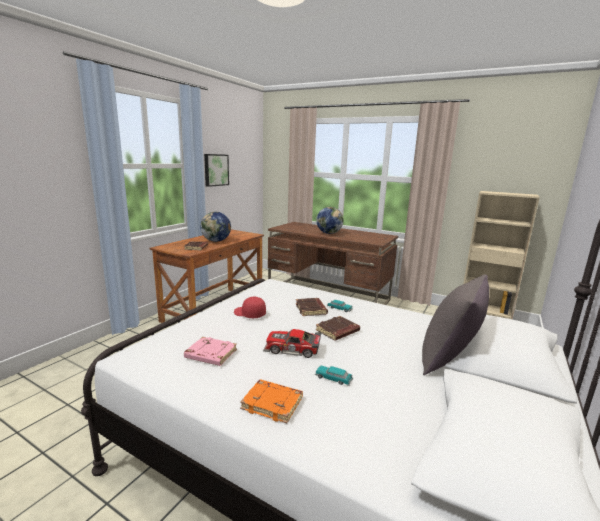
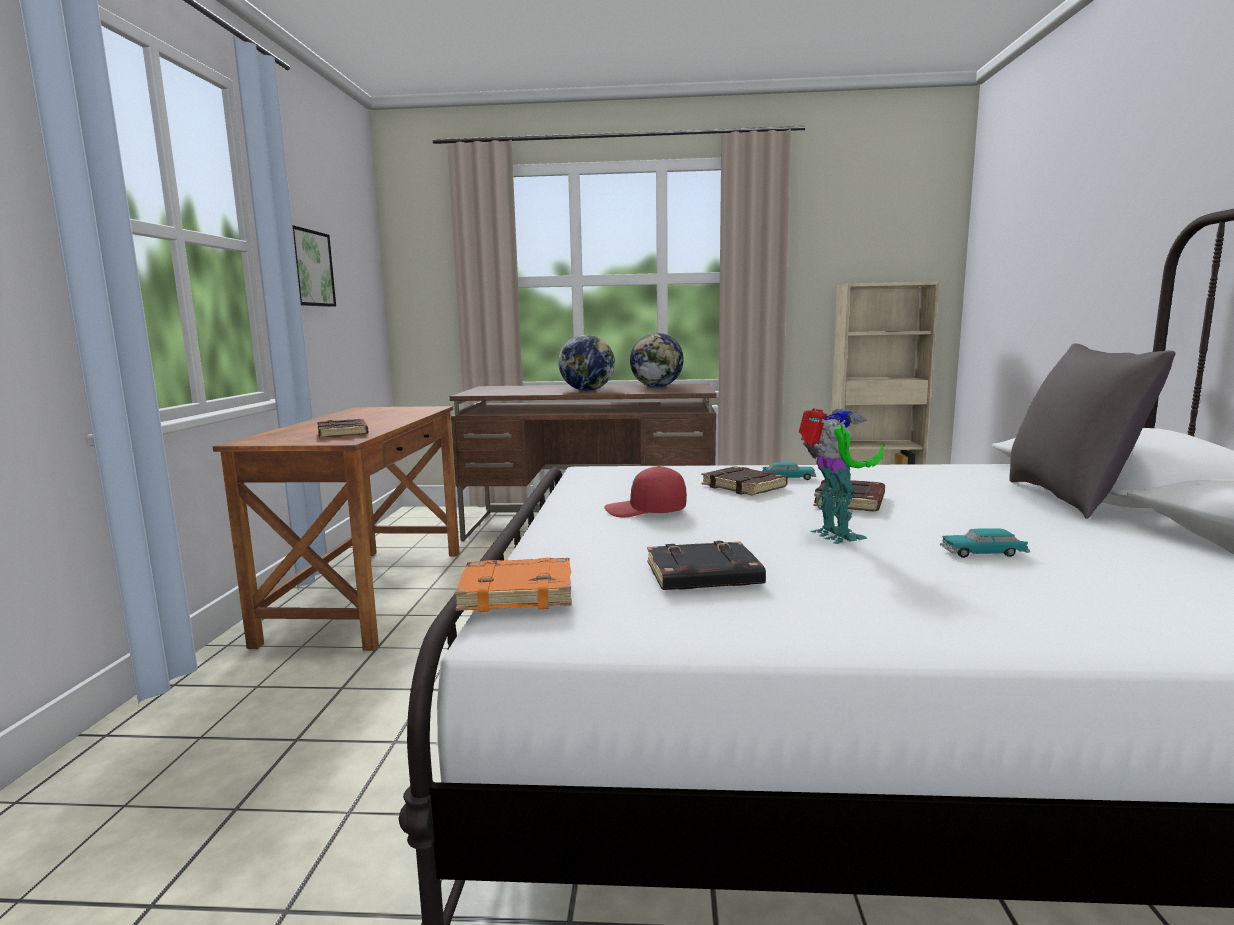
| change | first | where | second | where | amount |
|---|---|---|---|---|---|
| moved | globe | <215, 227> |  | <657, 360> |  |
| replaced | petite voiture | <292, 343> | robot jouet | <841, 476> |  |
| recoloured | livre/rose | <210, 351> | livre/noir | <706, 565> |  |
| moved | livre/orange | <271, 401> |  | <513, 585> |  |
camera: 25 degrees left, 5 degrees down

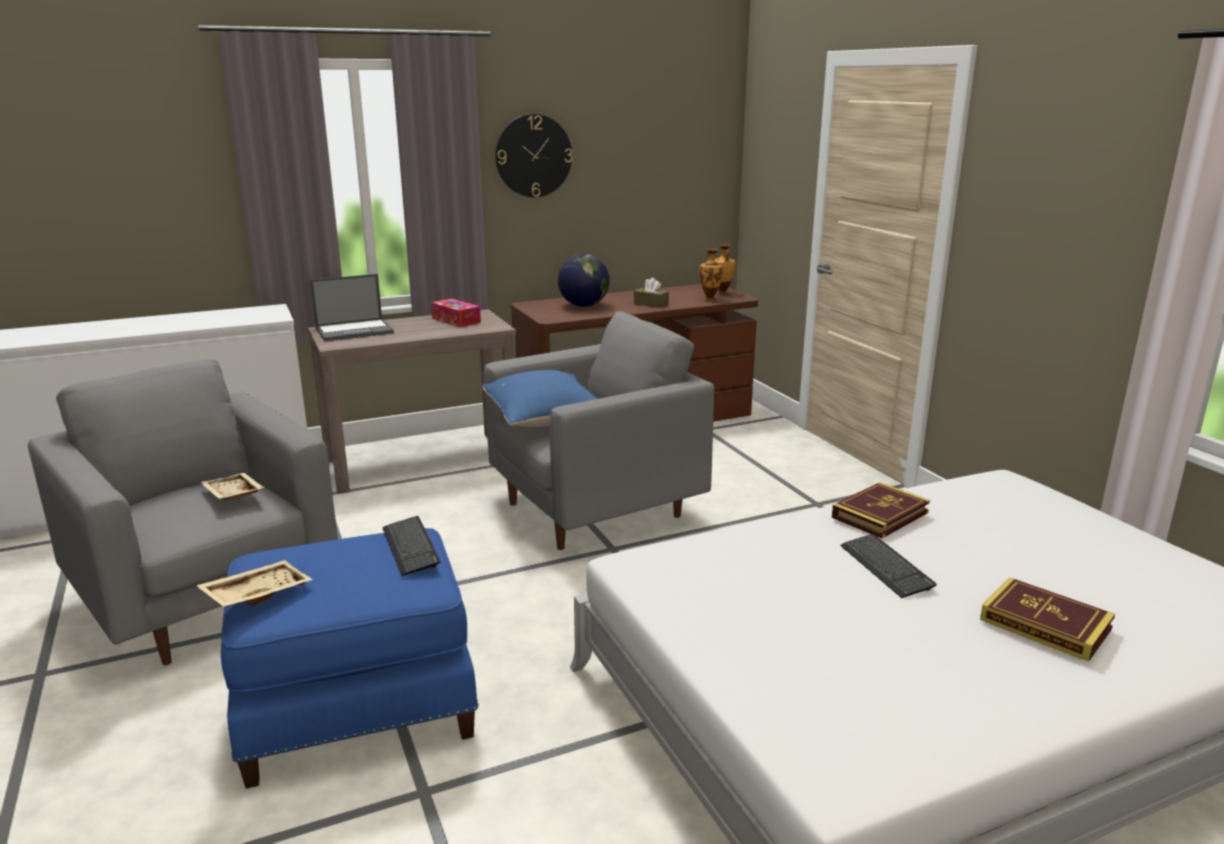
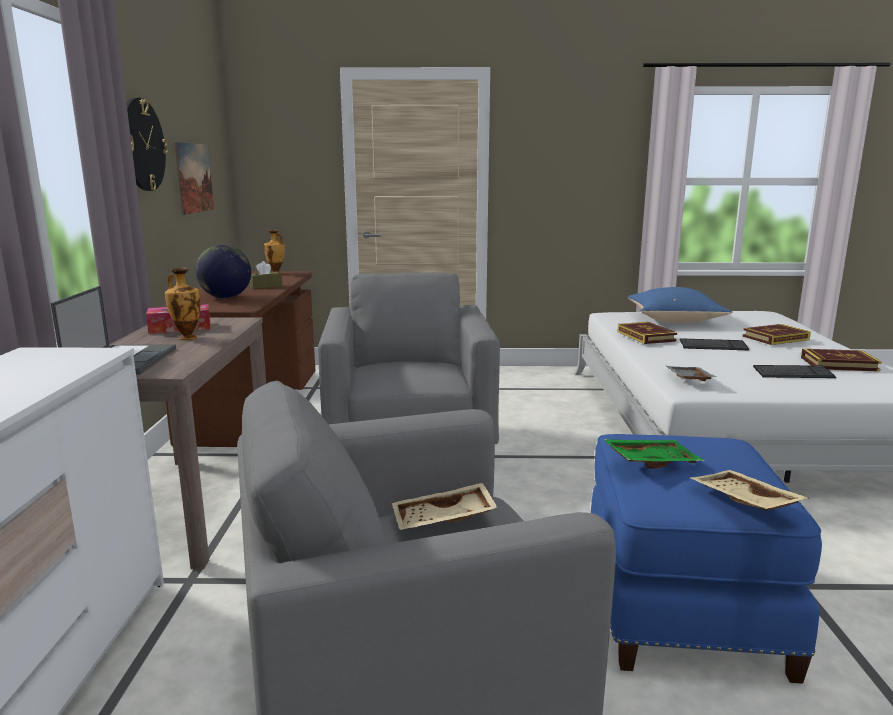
| change | first | where | second | where | amount |
|---|---|---|---|---|---|
| moved | vase | <711, 275> |  | <183, 303> |  |
| moved | coussin/bleu | <540, 398> |  | <680, 305> |  |
| moved | clavier | <411, 546> |  | <794, 371> |  |
| added |  |  | tableau | <194, 178> |  |
| added |  |  | livre | <841, 360> |  |
| added |  |  | plateau/gris | <691, 373> |  |
| added |  |  | plateau/vert | <653, 454> |  |
camera: 65 degrees left, 5 degrees down

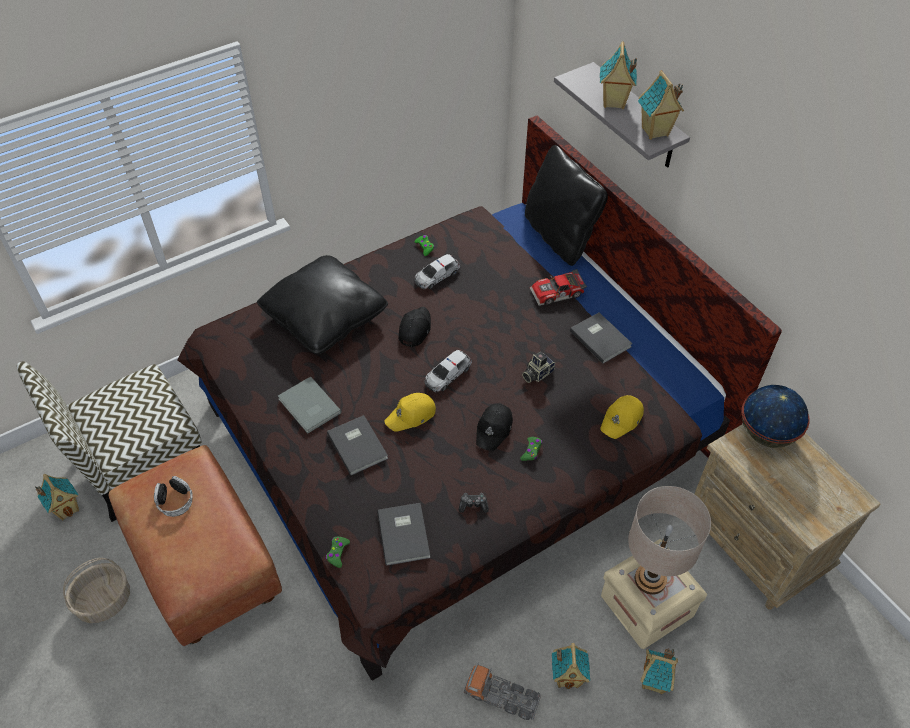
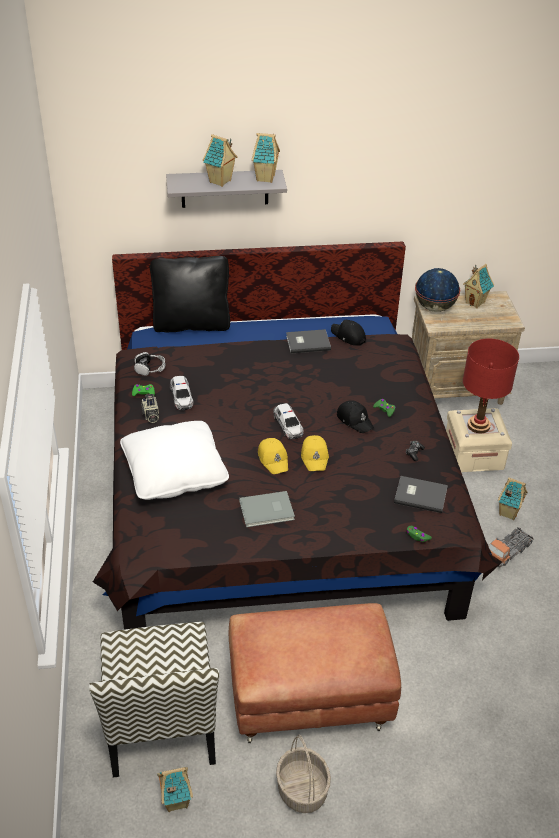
| change | first | where | second | where | amount |
|---|---|---|---|---|---|
| recoloured | coussin/noir | <322, 304> | coussin/blanc | <174, 460> |  |
| removed | petite voiture | <558, 287> |  |  |  |
| moved | casquette/noir | <414, 327> |  | <348, 333> |  |
| moved | appareil photo | <538, 367> |  | <150, 408> |  |
| moved | casquette/jaune | <622, 417> |  | <273, 456> |  |
| removed | livre/gris | <357, 445> |  |  |  |
| moved | casque audio | <173, 496> |  | <150, 364> |  |
| recoloured | lampe de table/beige | <669, 540> | lampe de table/rouge | <491, 386> |  |
| moved | maison miniature | <659, 671> |  | <478, 286> |  |
camera: 65 degrees left, 10 degrees down

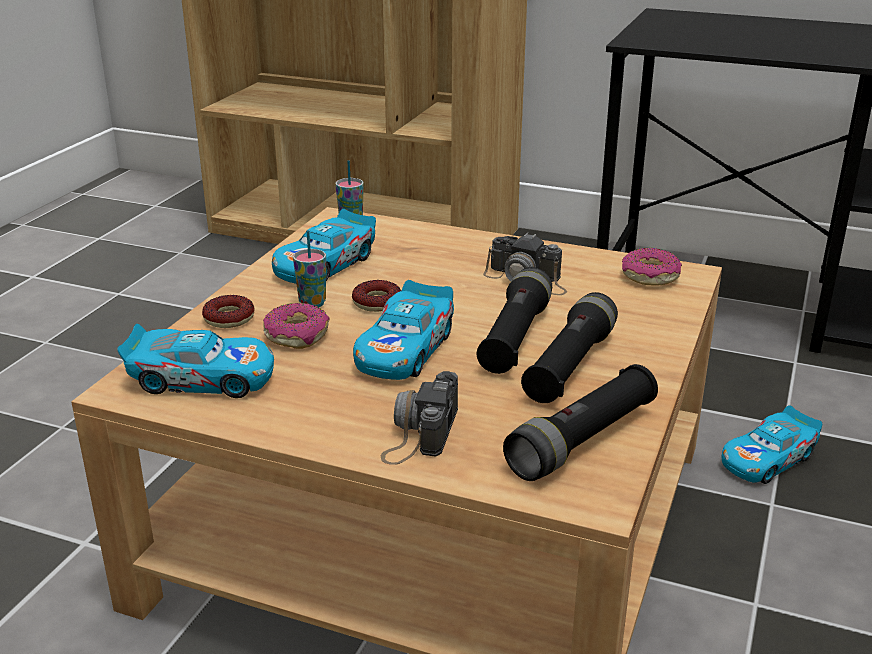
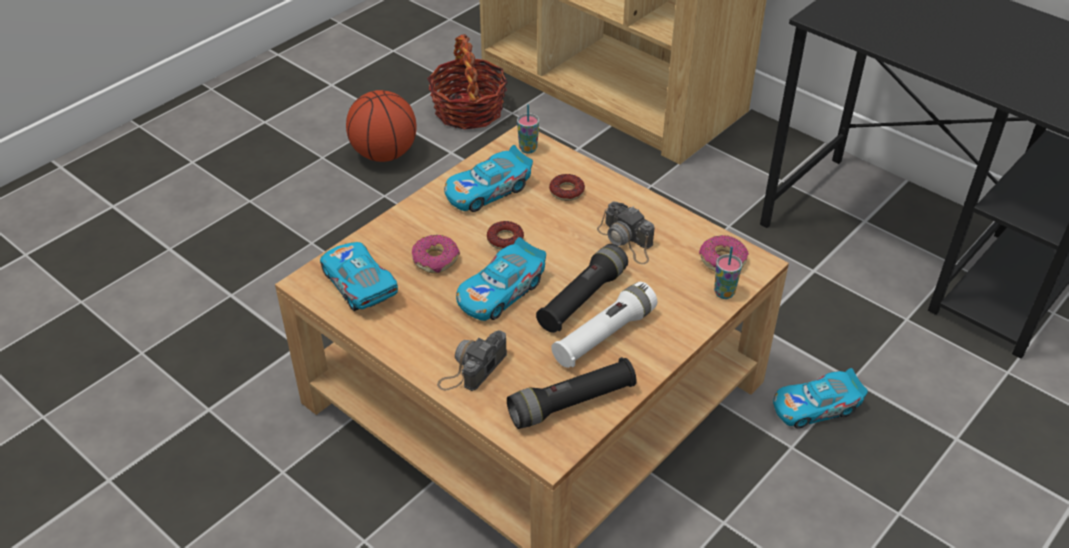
| change | first | where | second | where | amount |
|---|---|---|---|---|---|
| moved | tasse | <309, 268> |  | <728, 273> |  |
| recoloured | lampe de poche/noir | <569, 347> | lampe de poche/blanc | <604, 325> |  |
| moved | beignet | <228, 311> |  | <567, 187> |  |
| turned | petite voiture | <195, 361> |  | <359, 276> | 150 degrees counterclockwise |
| added |  |  | panier | <467, 82> |  |
| added |  |  | ballon de basket | <381, 126> |  |
camera: 20 degrees right, 15 degrees up

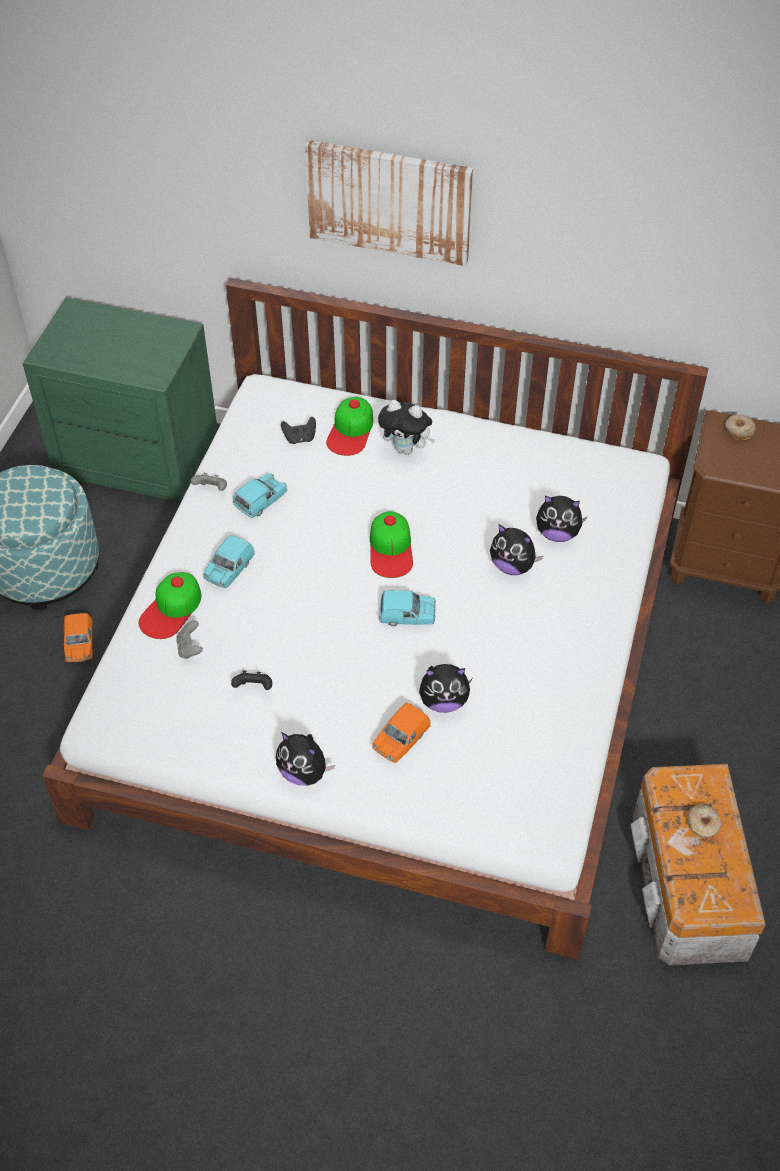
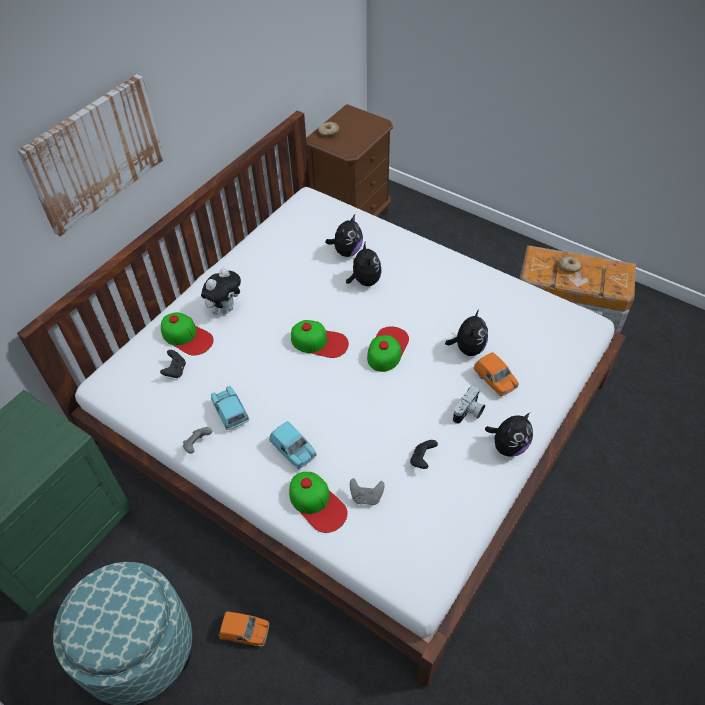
| change | first | where | second | where | amount |
|---|---|---|---|---|---|
| turned | peluche | <516, 549> |  | <364, 263> | 60 degrees counterclockwise |
| replaced | petite voiture/turquoise | <407, 608> | casquette | <388, 349> |  |
| added |  |  | appareil photo | <469, 405> |  |
camera: 70 degrees left, 0 degrees up

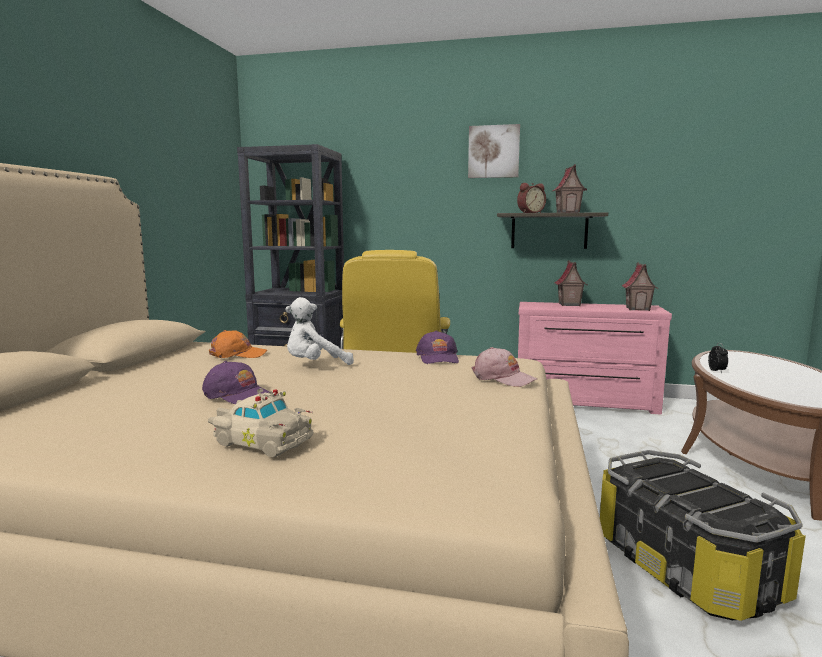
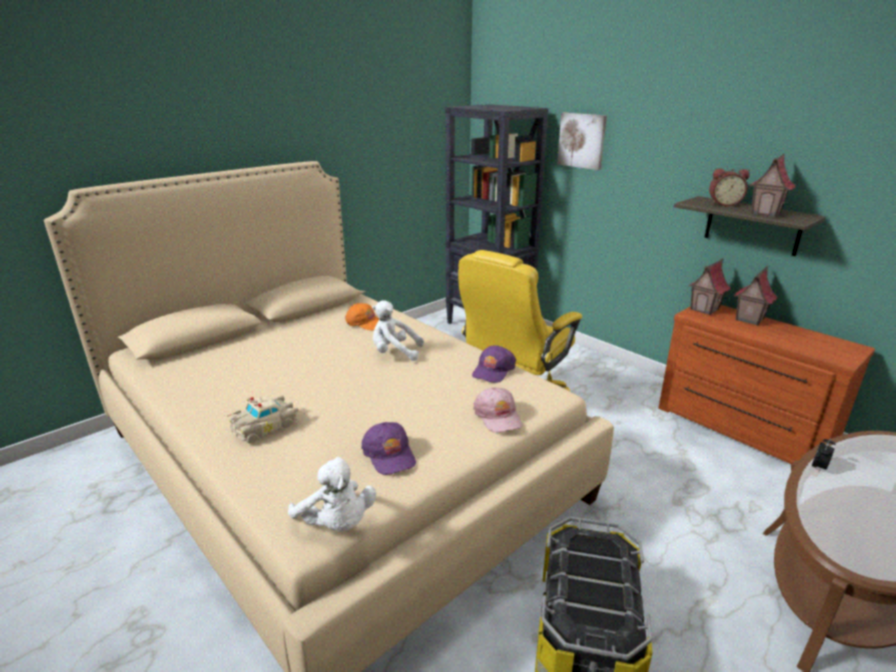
| change | first | where | second | where | amount |
|---|---|---|---|---|---|
| moved | tableau | <494, 151> |  | <582, 141> |  |
| moved | maison miniature | <640, 286> |  | <709, 286> |  |
| recoloured | commode/rose | <595, 358> | commode/marron | <766, 384> |  |
| moved | casquette/violet | <236, 382> |  | <388, 448> |  |
| turned | petite voiture/beige | <261, 422> |  | <262, 419> | 75 degrees clockwise |
| added |  |  | peluche/blanc | <332, 494> |  |
camera: 35 degrees right, 15 degrees up

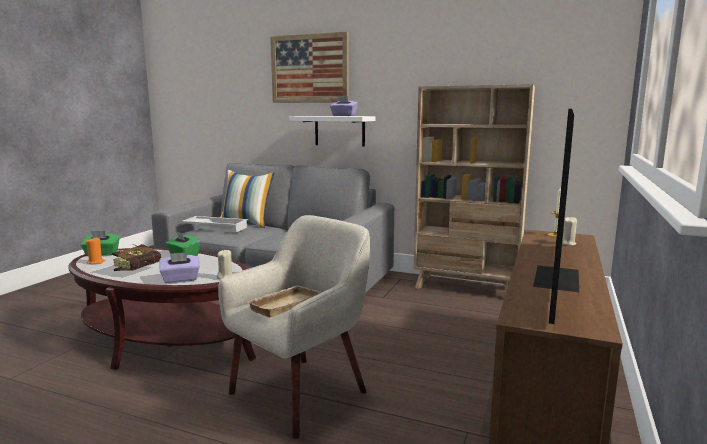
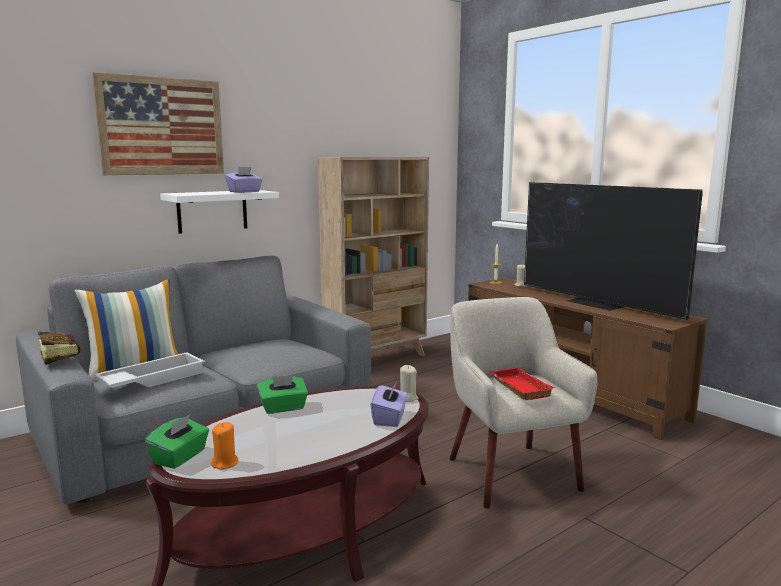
| change | first | where | second | where | amount |
|---|---|---|---|---|---|
| moved | livre | <136, 257> |  | <58, 348> |  |
| recoloured | plateau/beige | <282, 301> | plateau/rouge | <523, 383> |  |
camera: 60 degrees left, 0 degrees up

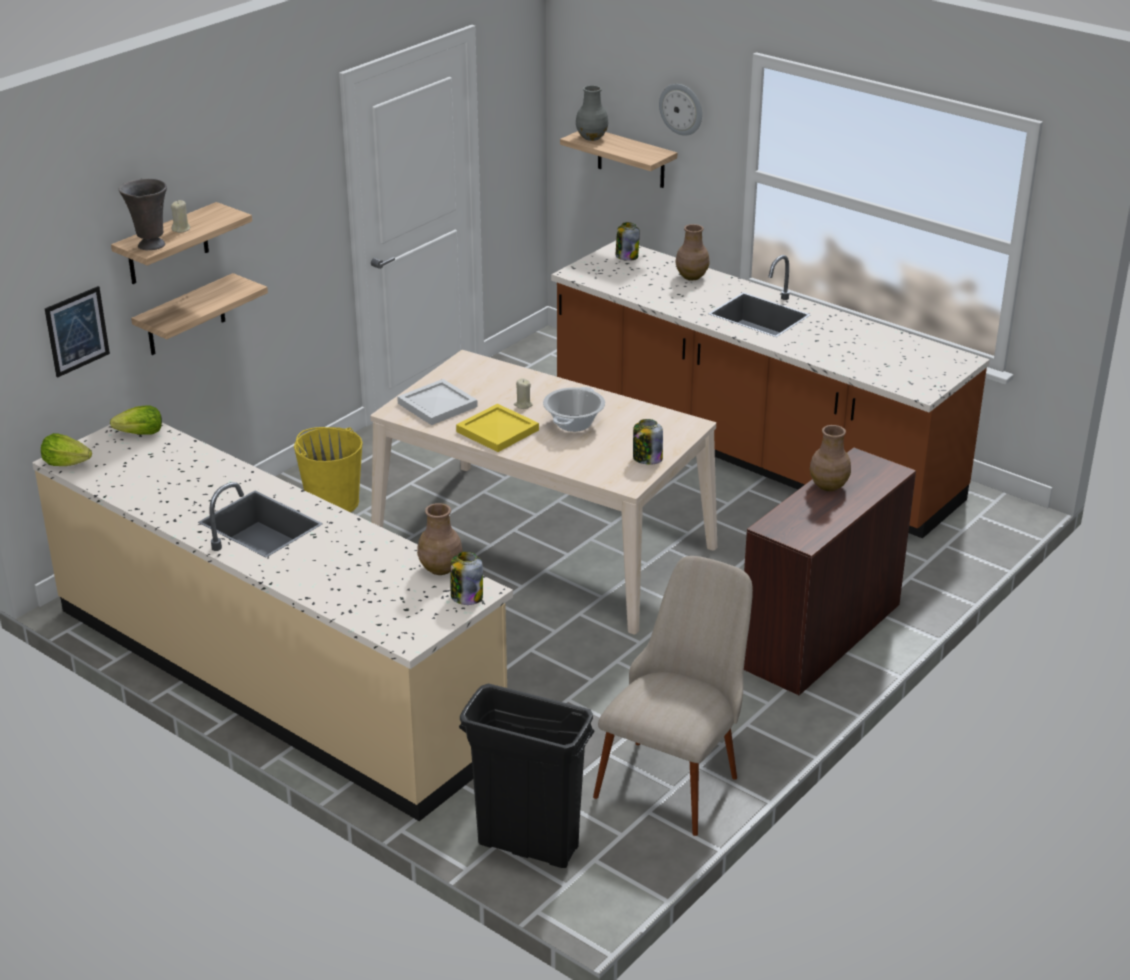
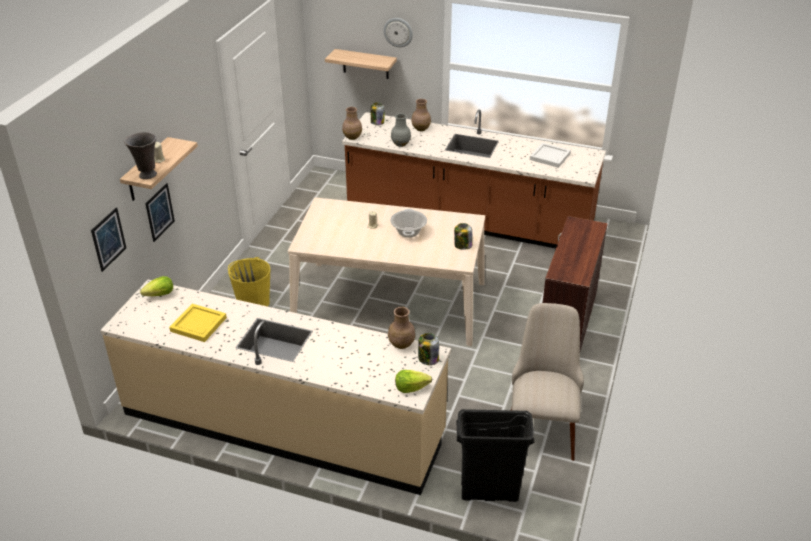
| change | first | where | second | where | amount |
|---|---|---|---|---|---|
| moved | vase/gris | <592, 113> |  | <401, 130> |  |
| replaced | étagère | <199, 314> | tableau | <160, 212> |  |
| moved | plateau/blanc | <437, 402> |  | <550, 155> |  |
| moved | plateau/jaune | <497, 428> |  | <198, 323> |  |
| moved | vase/marron | <830, 458> |  | <352, 123> |  |
| moved | laitue | <66, 449> |  | <413, 381> |  |
camera: 20 degrees left, 5 degrees up

